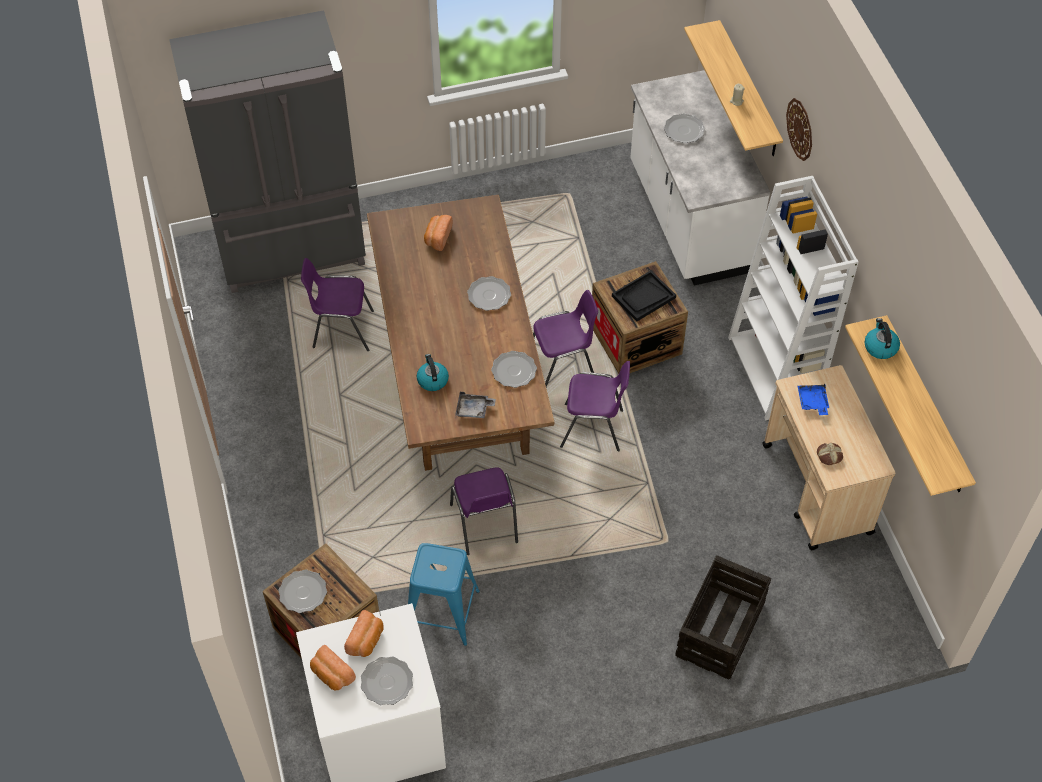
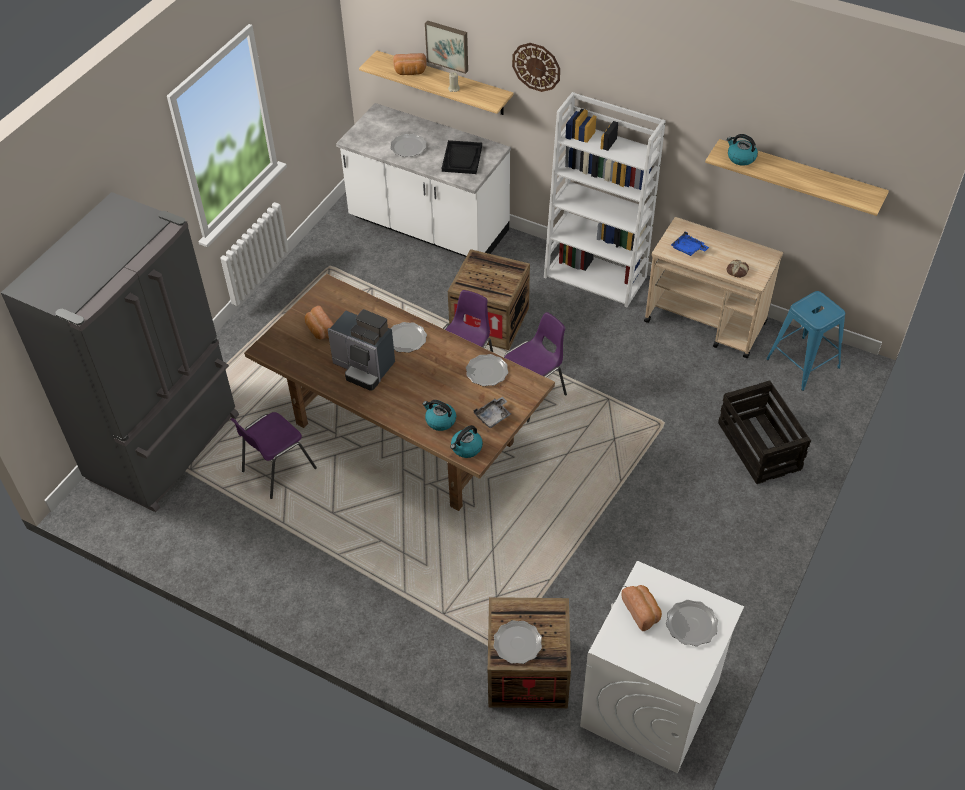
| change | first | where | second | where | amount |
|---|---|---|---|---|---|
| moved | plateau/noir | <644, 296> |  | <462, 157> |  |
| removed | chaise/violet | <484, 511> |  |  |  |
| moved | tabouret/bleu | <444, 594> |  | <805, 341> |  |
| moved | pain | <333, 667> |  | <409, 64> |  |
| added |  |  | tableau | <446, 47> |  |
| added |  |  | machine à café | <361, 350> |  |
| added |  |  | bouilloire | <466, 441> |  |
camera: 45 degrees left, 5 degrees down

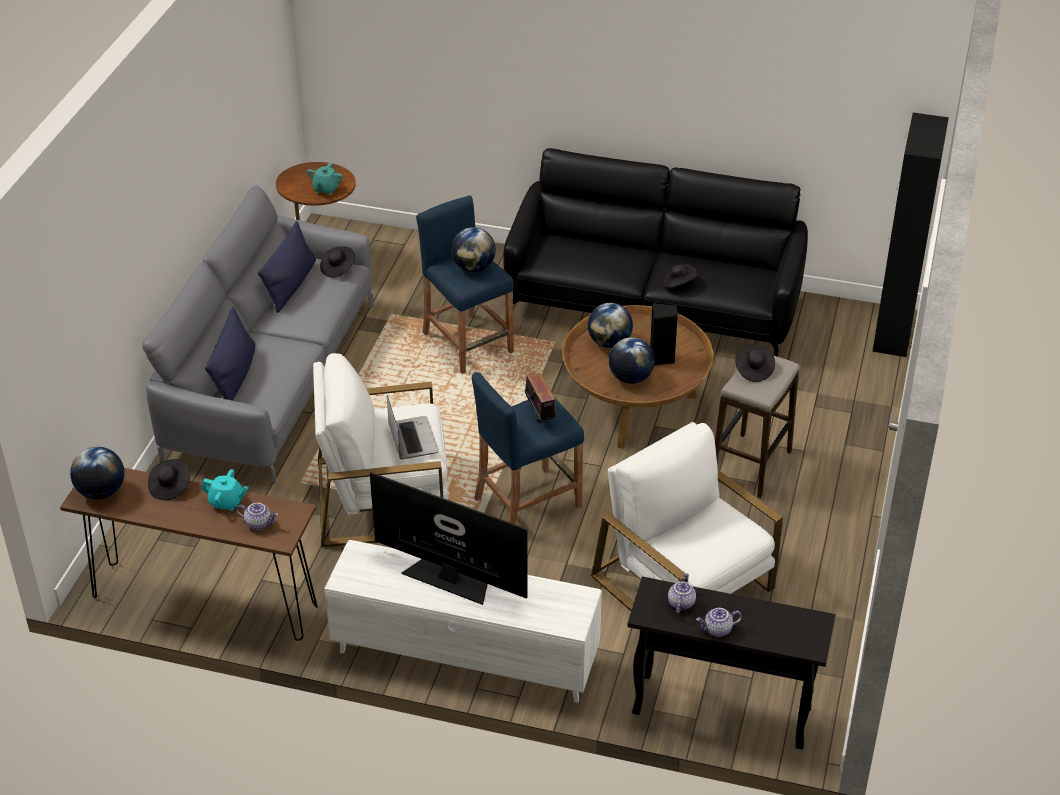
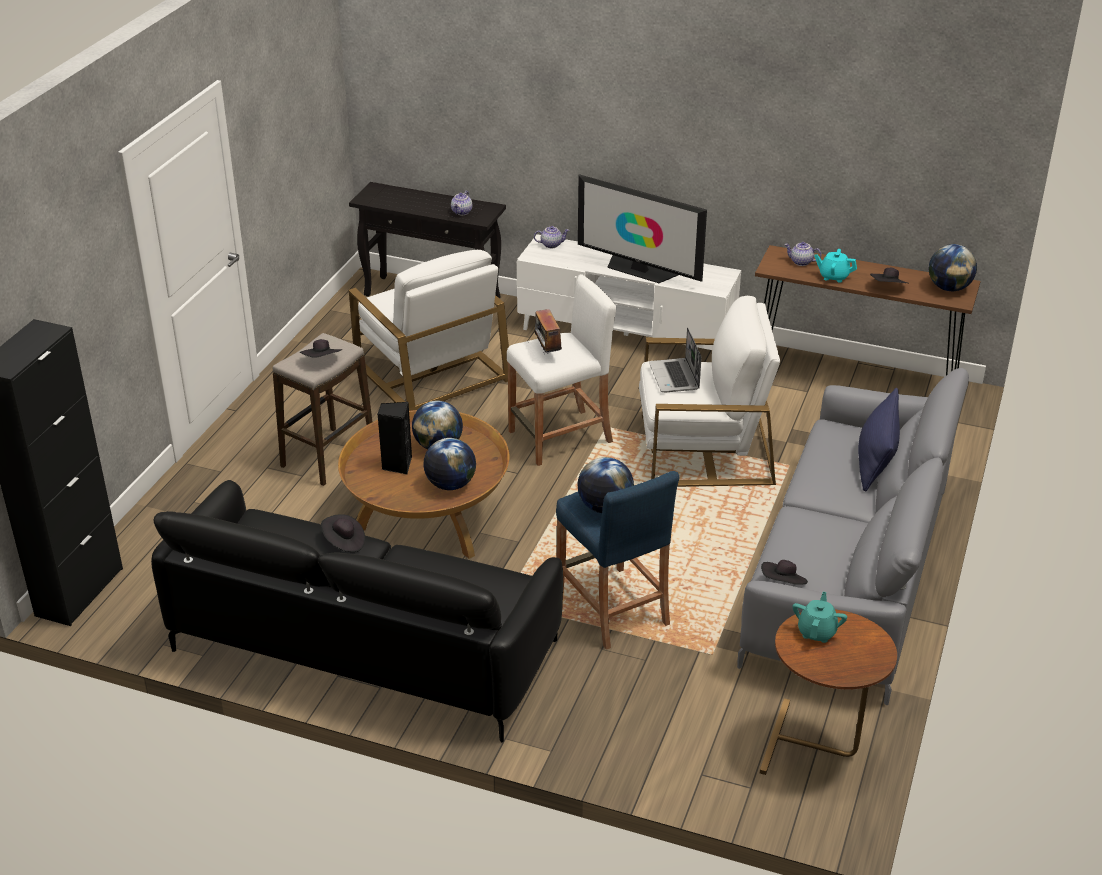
| change | first | where | second | where | amount |
|---|---|---|---|---|---|
| removed | coussin/bleu | <287, 267> |  |  |  |
| recoloured | tabouret/bleu | <528, 448> | tabouret/blanc | <561, 370> |  |
| moved | théière | <719, 622> |  | <552, 237> |  |
camera: 175 degrees left, 5 degrees down

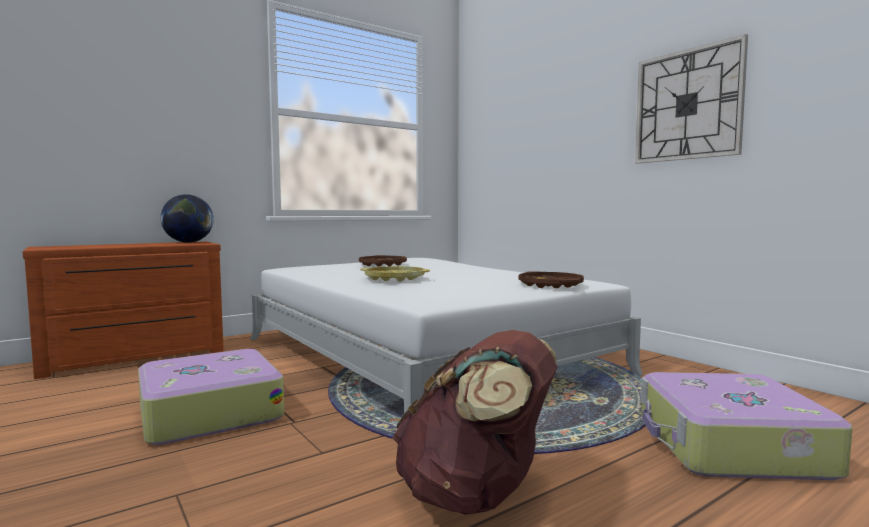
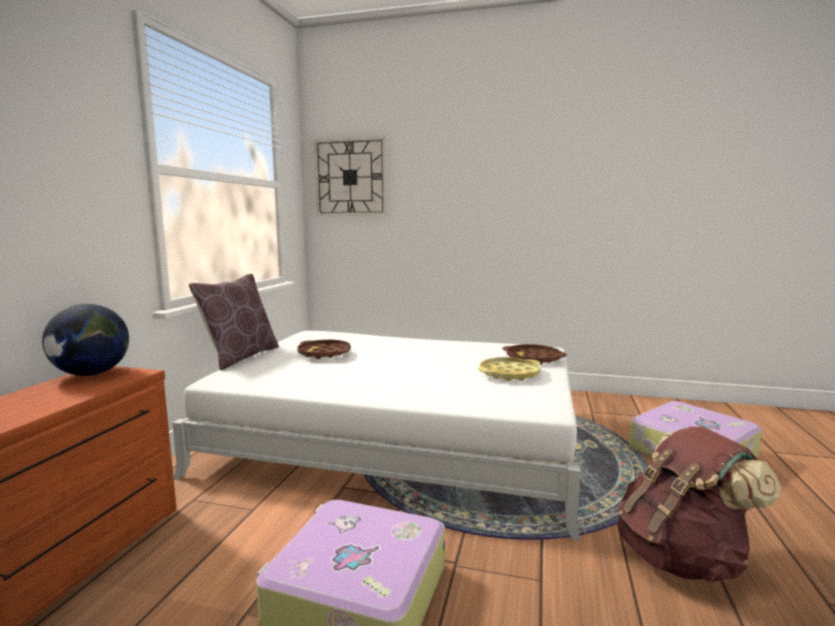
| change | first | where | second | where | amount |
|---|---|---|---|---|---|
| moved | horloge murale | <691, 99> |  | <350, 176> |  |
| moved | plateau/jaune | <395, 273> |  | <509, 369> |  |
| added |  |  | coussin/marron | <234, 322> |  |
camera: 40 degrees left, 5 degrees up

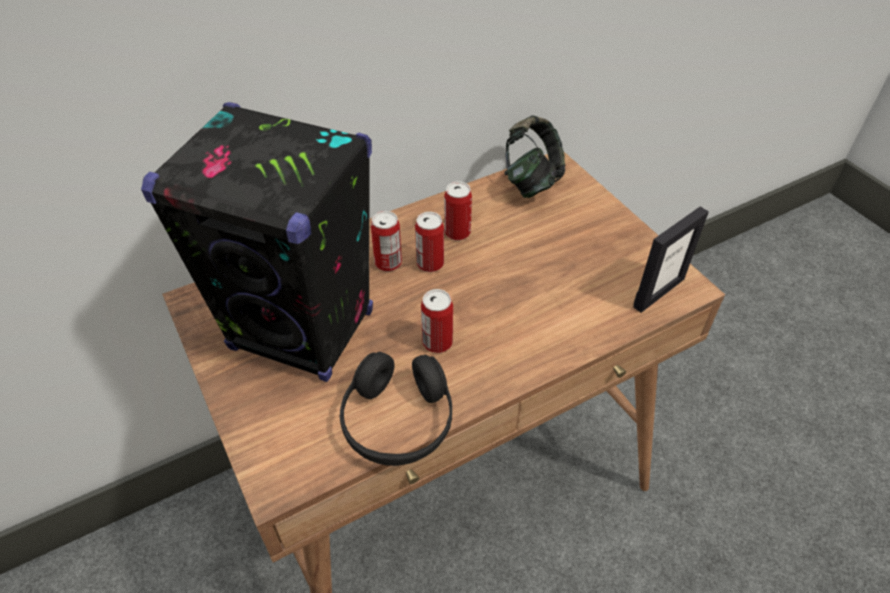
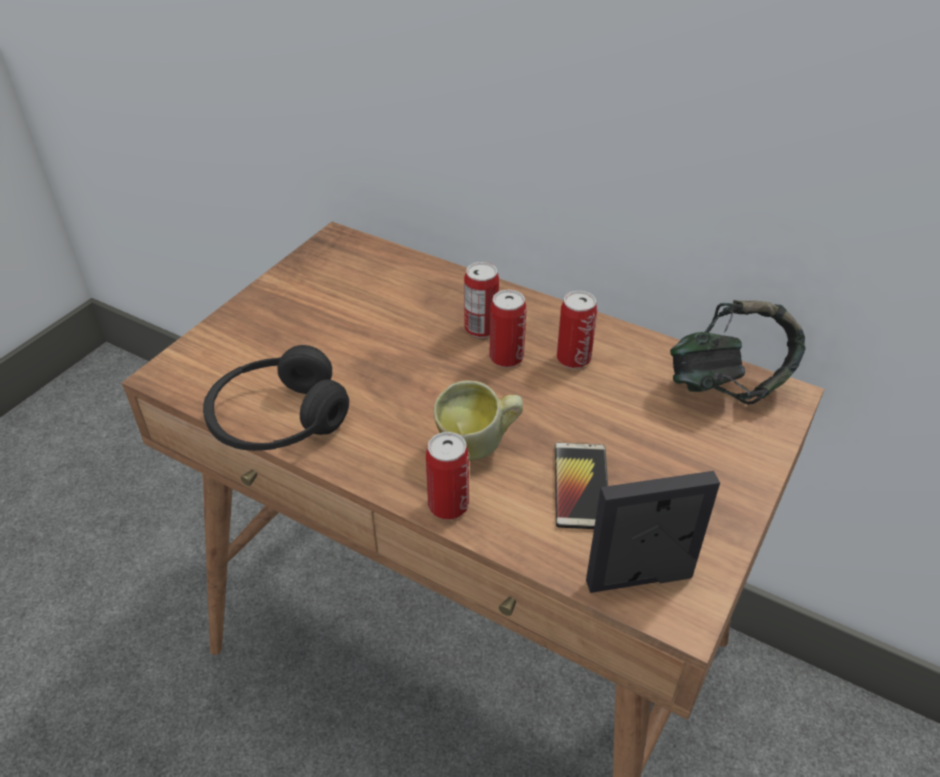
| change | first | where | second | where | amount |
|---|---|---|---|---|---|
| removed | enceinte/noir | <257, 242> |  |  |  |
| turned | cadre photo | <671, 259> |  | <653, 532> | 150 degrees clockwise |
| moved | boîte métallique | <437, 321> |  | <447, 476> |  |
| added |  |  | mug | <478, 420> |  |
| added |  |  | téléphone | <581, 485> |  |
camera: 60 degrees right, 5 degrees down

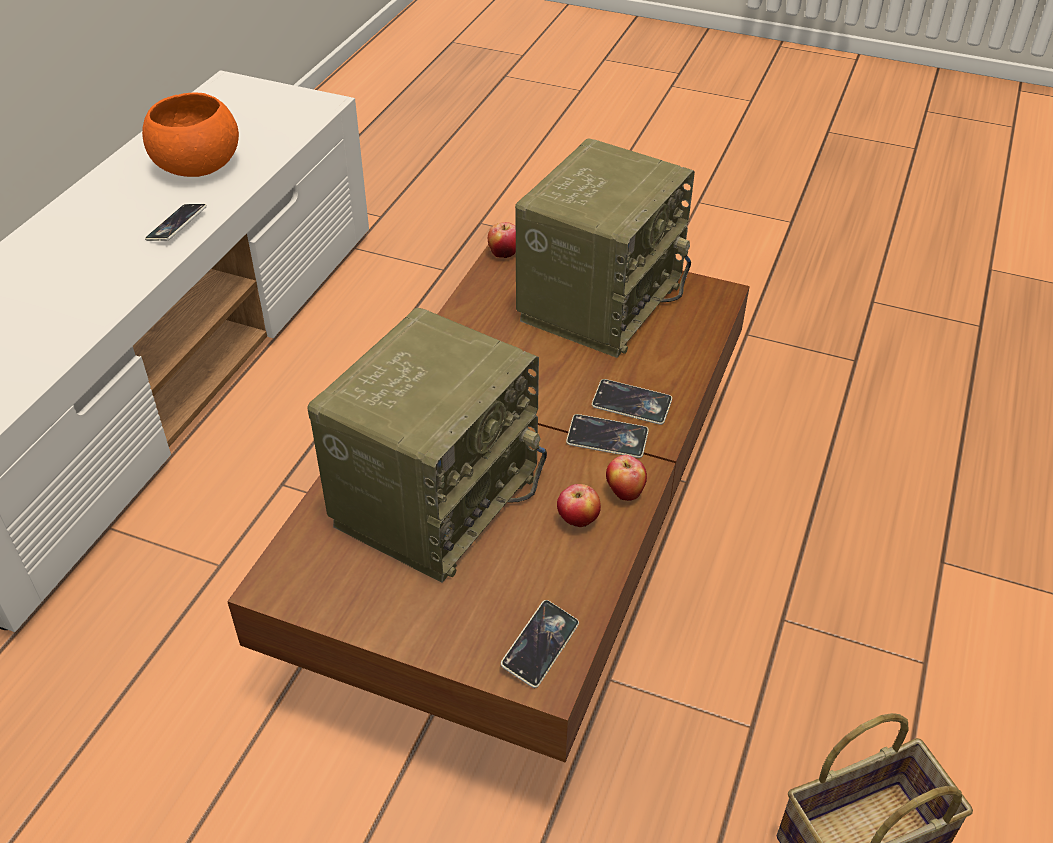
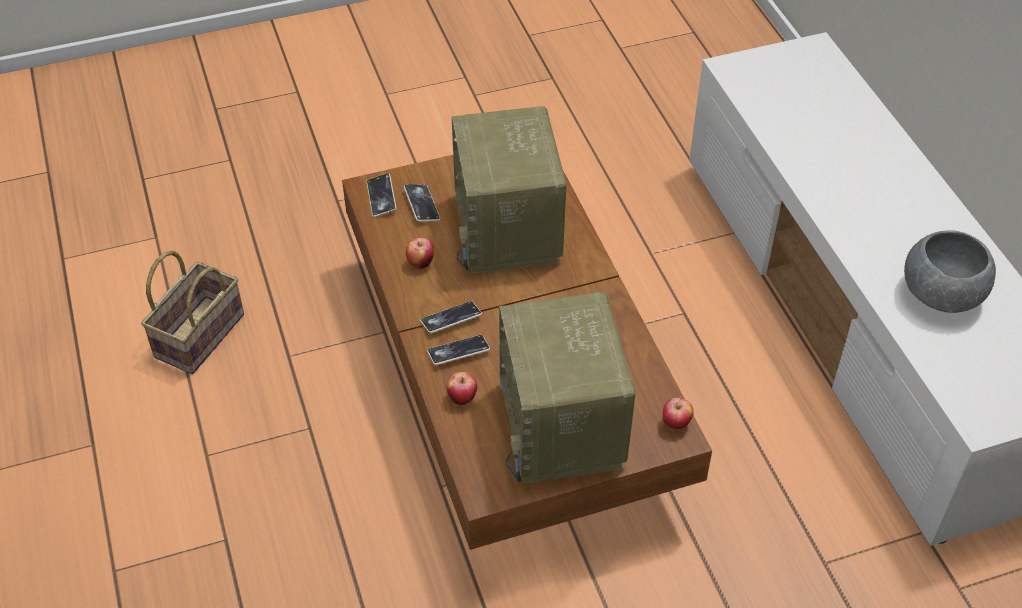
| change | first | where | second | where | amount |
|---|---|---|---|---|---|
| recoloured | bol/orange | <190, 134> | bol/gris | <950, 271> |  |
| moved | téléphone | <176, 222> |  | <422, 203> |  |
| moved | pomme | <626, 478> |  | <462, 388> |  |
camera: 140 degrees right, 5 degrees up

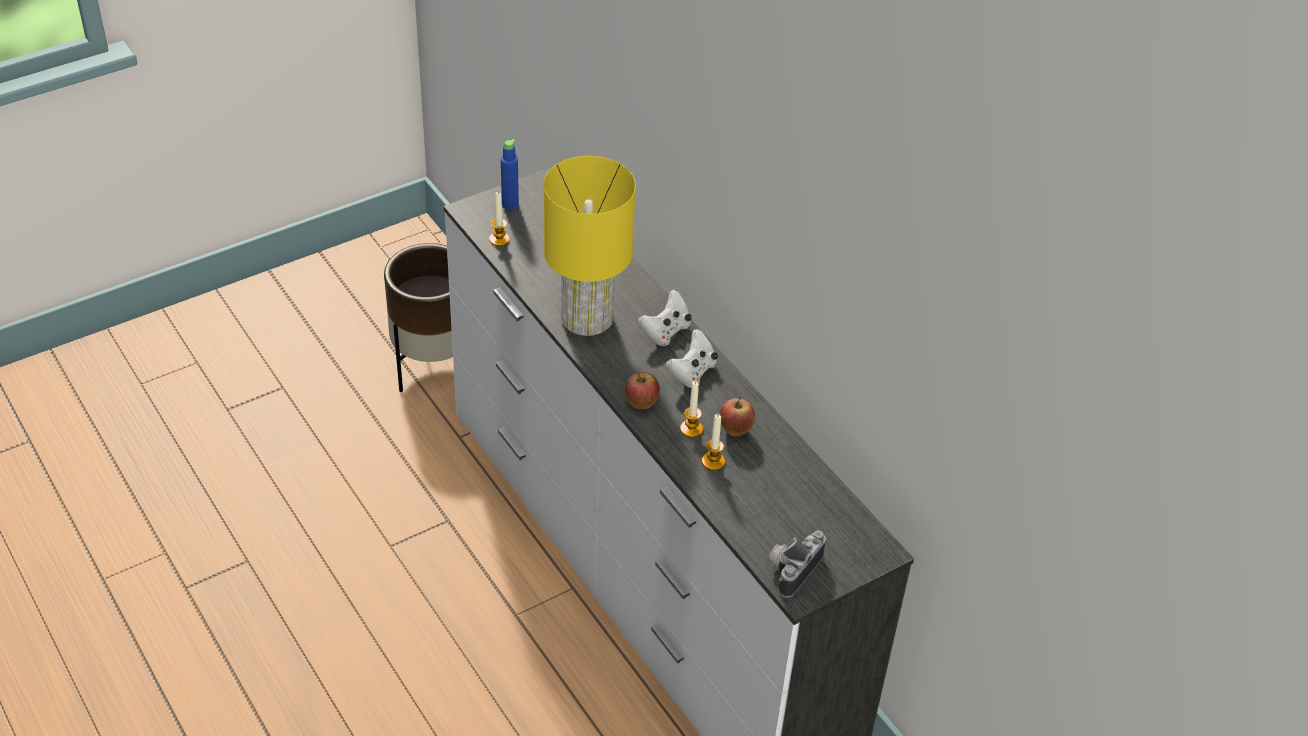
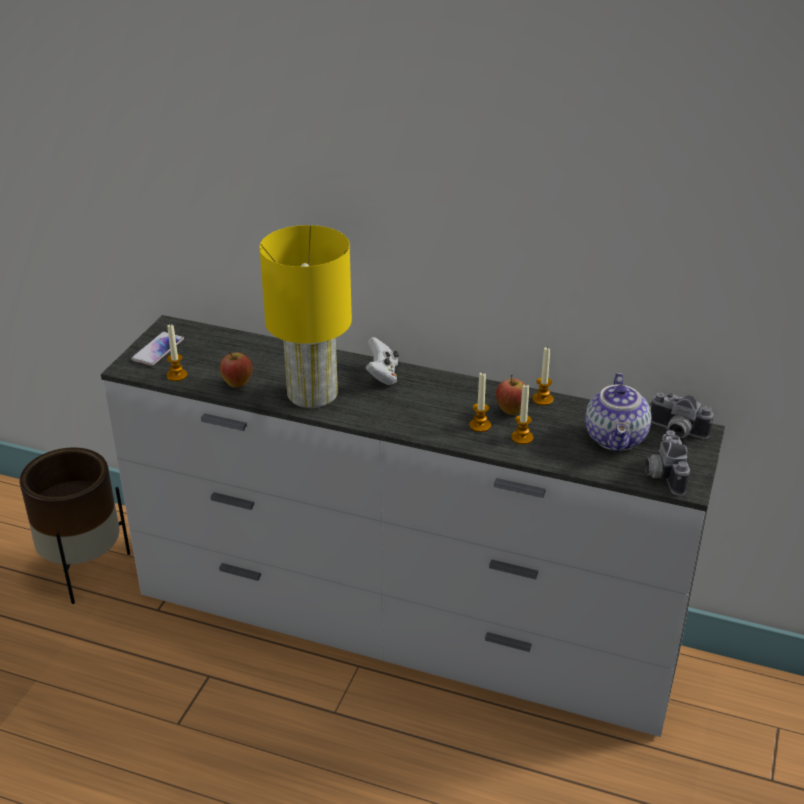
| change | first | where | second | where | amount |
|---|---|---|---|---|---|
| replaced | bouteille/bleu | <510, 174> | téléphone | <157, 349> |  |
| removed | manette/blanc | <692, 358> |  |  |  |
| moved | pomme | <642, 390> |  | <236, 369> |  |
| added |  |  | bougie | <542, 376> |  |
| added |  |  | théière | <618, 412> |  |
| added |  |  | appareil photo | <681, 415> |  |
camera: 35 degrees left, 10 degrees down

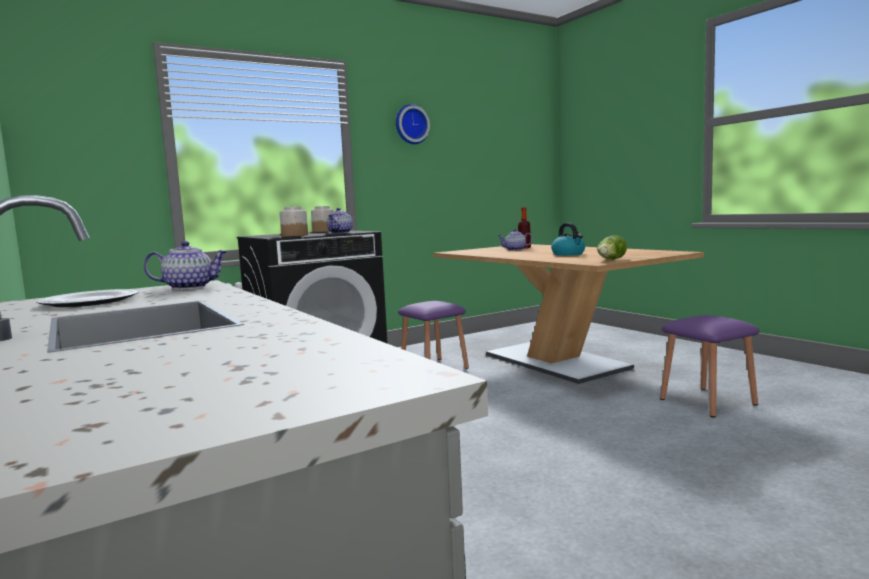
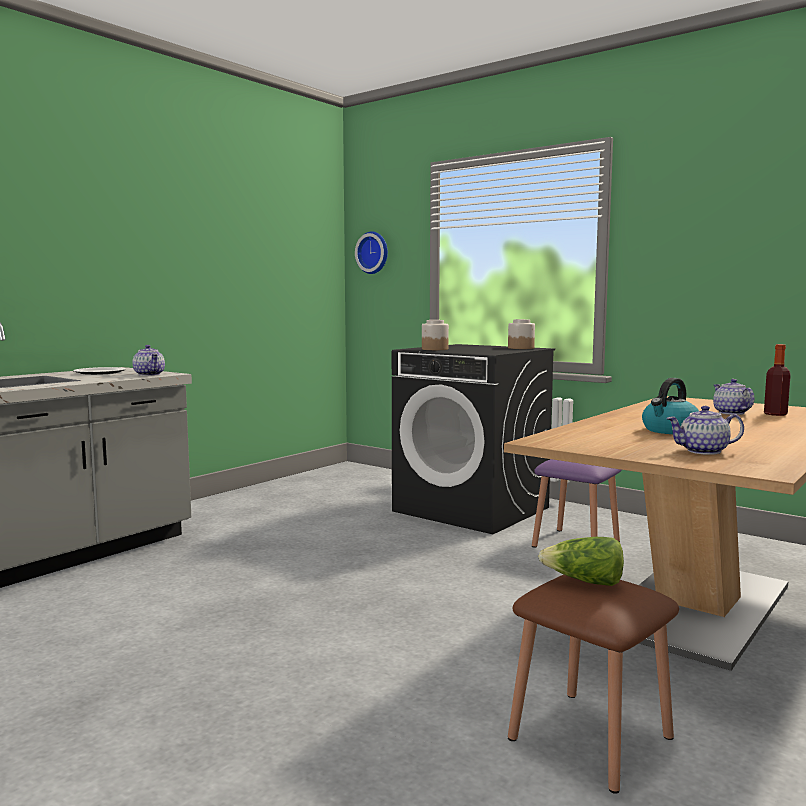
| change | first | where | second | where | amount |
|---|---|---|---|---|---|
| moved | horloge murale | <413, 124> |  | <371, 252> |  |
| moved | théière | <340, 221> |  | <705, 430> |  |
| moved | laitue | <612, 247> |  | <581, 561> |  |
| recoloured | tabouret/violet | <709, 366> | tabouret/marron | <593, 684> |  |
camera: 70 degrees right, 0 degrees up

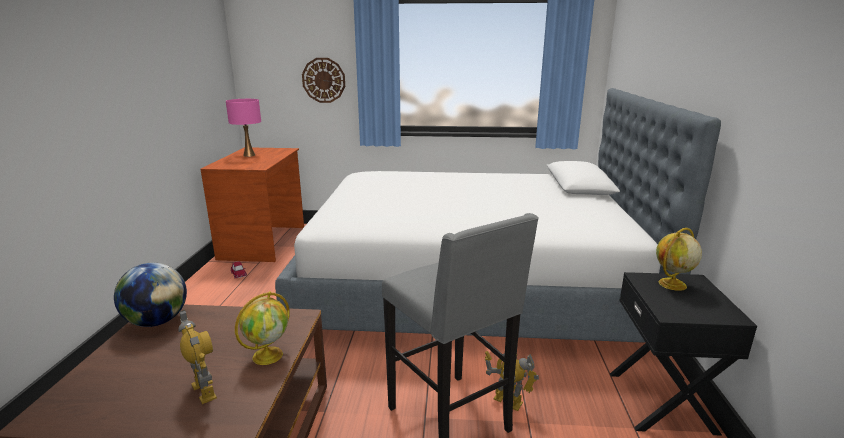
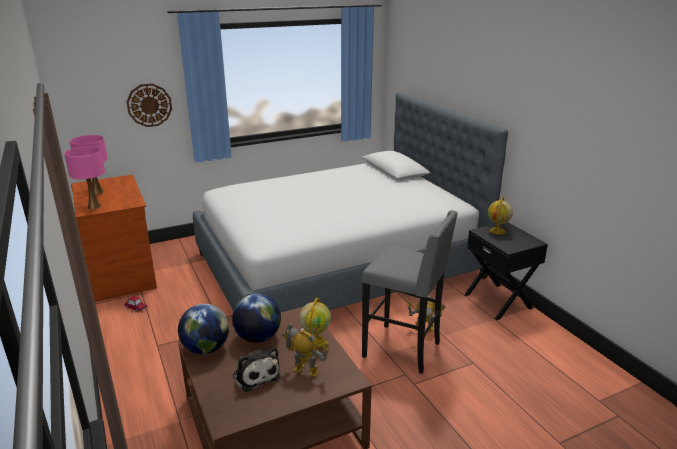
| change | first | where | second | where | amount |
|---|---|---|---|---|---|
| added |  |  | lampe de table/rose | <84, 177> |  |
| added |  |  | globe | <256, 318> |  |
| added |  |  | peluche | <257, 369> |  |
camera: 30 degrees left, 5 degrees up

